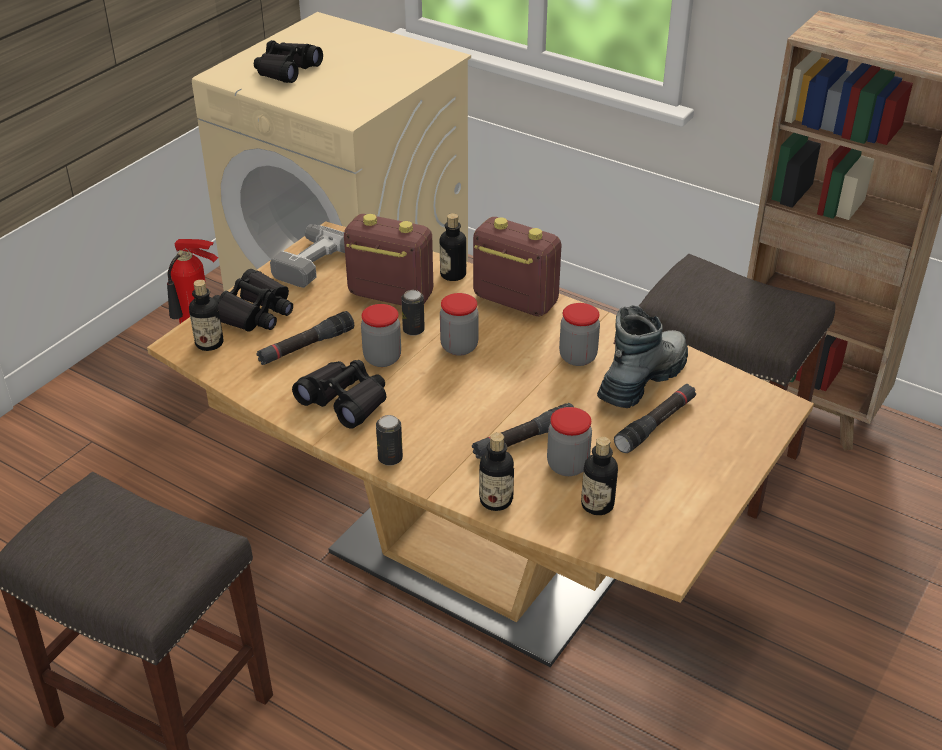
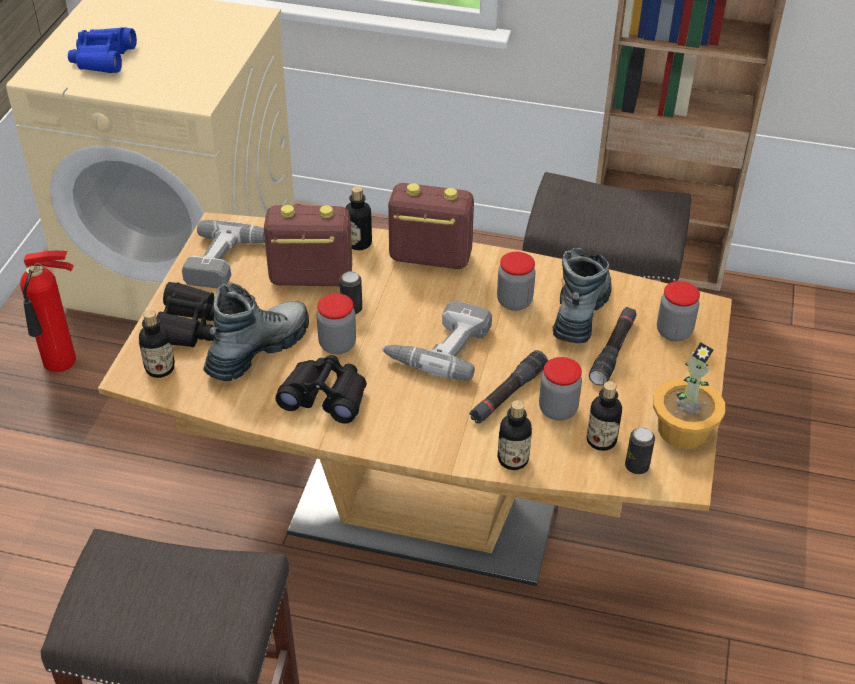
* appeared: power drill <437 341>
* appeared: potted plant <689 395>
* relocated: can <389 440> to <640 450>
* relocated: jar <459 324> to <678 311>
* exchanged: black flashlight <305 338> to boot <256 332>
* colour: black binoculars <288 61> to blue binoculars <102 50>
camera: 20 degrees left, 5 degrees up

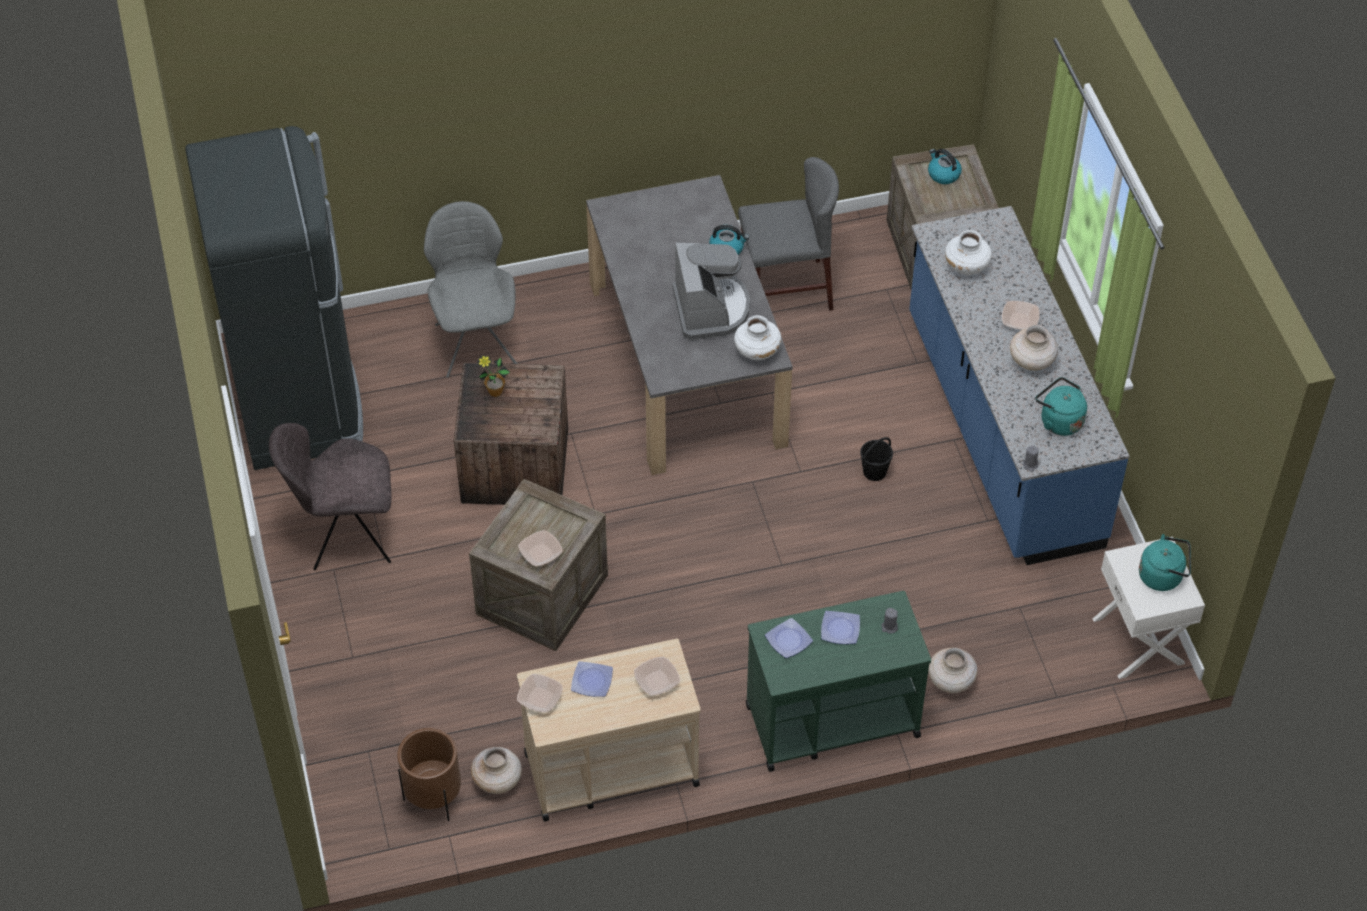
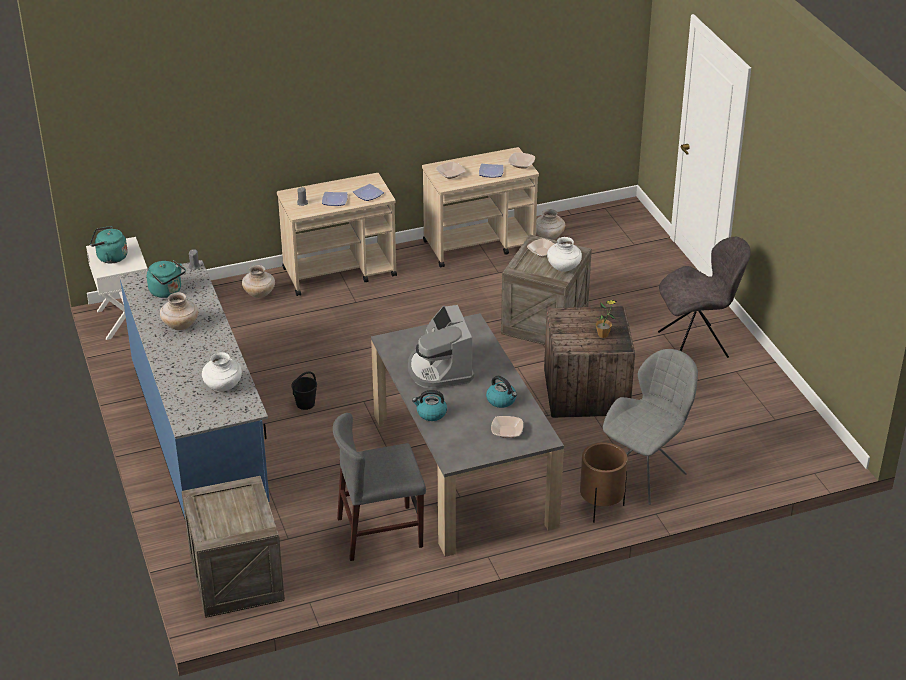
* missing: black fridge <274 298>
* relocated: brown planter <429 775> to <604 482>
* relocated: white vase <757 337> to <564 254>
* relocated: kettle <945 166> to <501 392>
* relocated: bowl <1021 315> to <507 427>
* colour: green cart <838 681> to beige cart <337 234>
* spun: grey chair <471 289> = <650 427> 120 degrees counterclockwise
camera: 175 degrees right, 15 degrees down

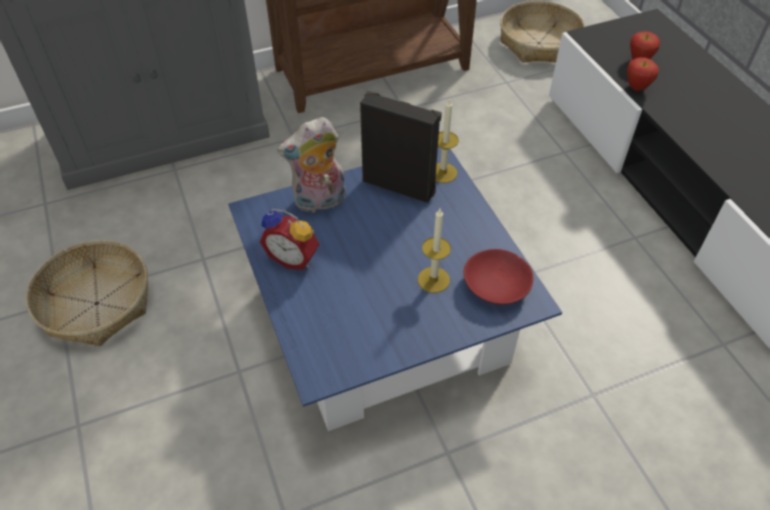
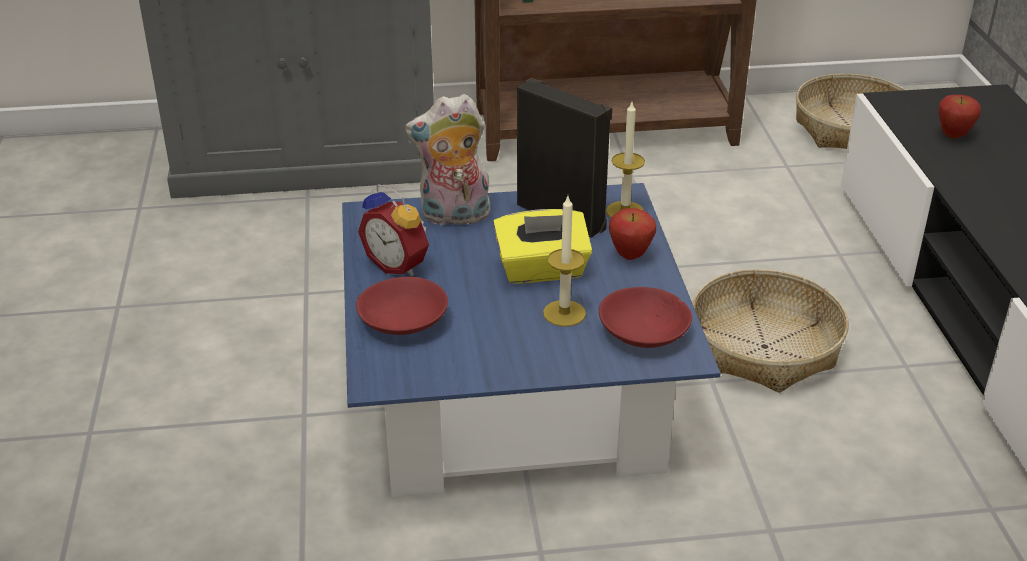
* appeared: red bowl <402 306>
* appeared: yellow tissue box <542 246>
* relocated: basket <87 293> to <770 331>
* relocated: apple <643 74> to <632 234>
camera: 15 degrees right, 15 degrees down

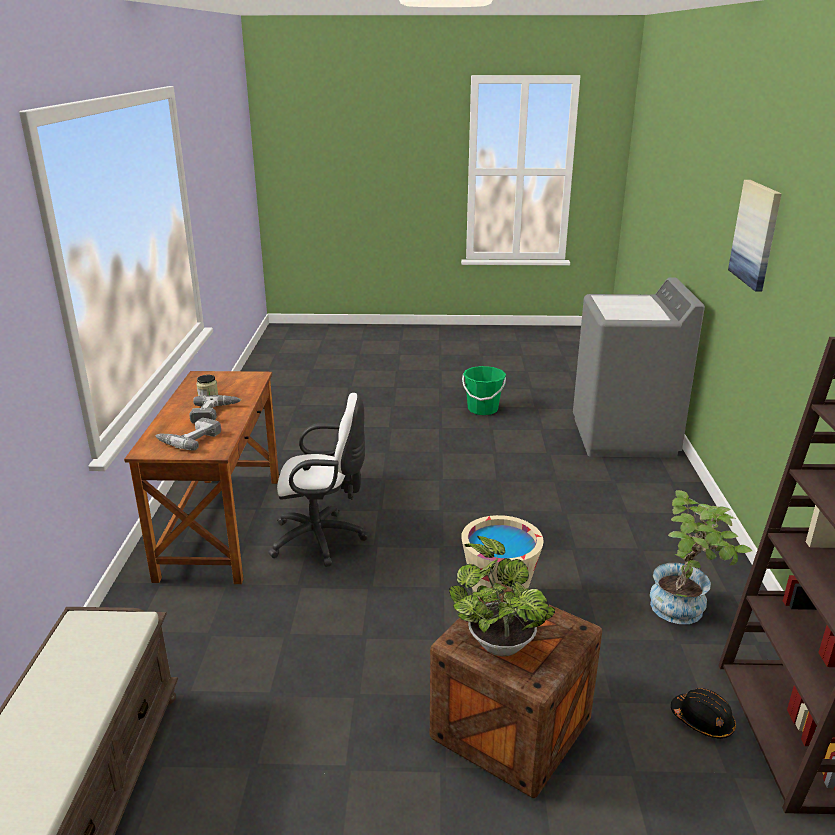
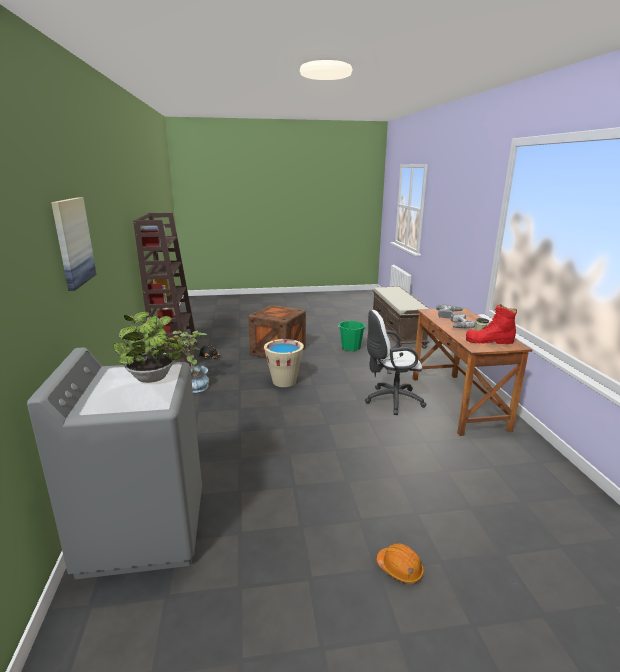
* appeared: orange hard hat <400 563>
* appeared: red boot <491 324>
* relocated: potted plant <502 596> to <149 347>
* relocated: green bucket <484 390> to <352 336>
camera: 170 degrees right, 5 degrees down

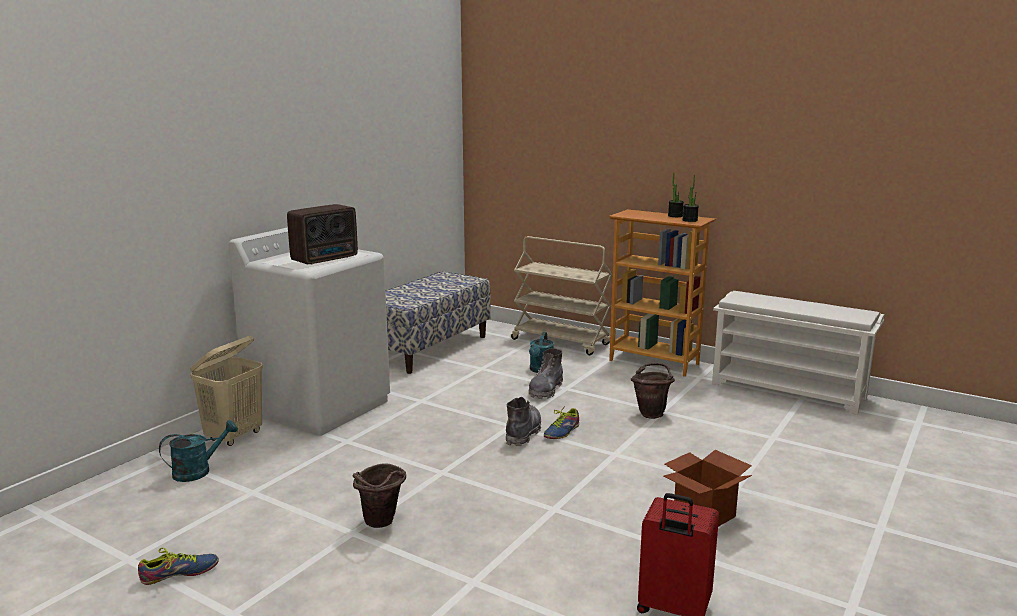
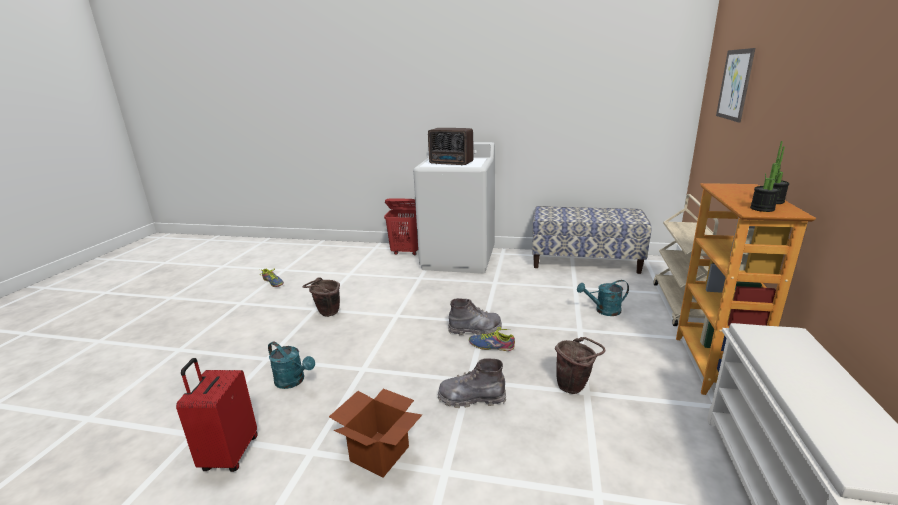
* appeared: picture <735 85>
* relocated: turquoise watering can <198 451> to <291 365>
* relocated: grey boot <545 374> to <472 383>
* colour: beige laundry basket <226 391> to red laundry basket <401 226>
camera: 70 degrees right, 5 degrees up

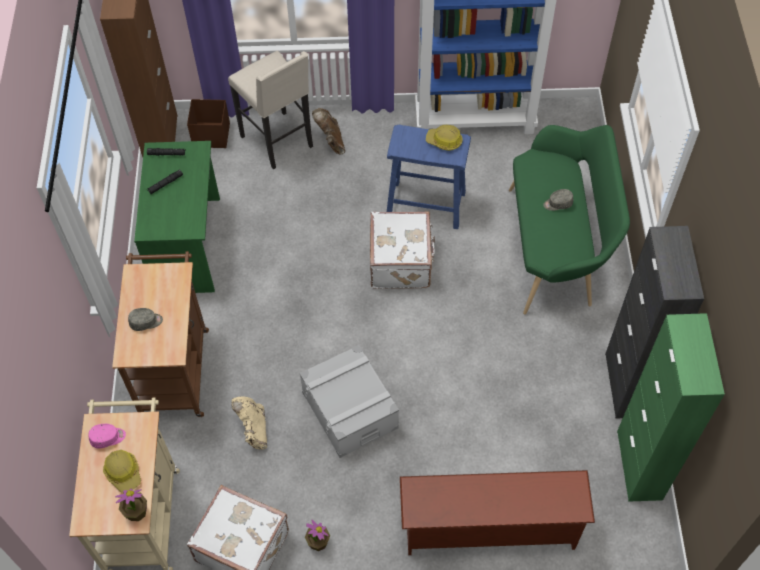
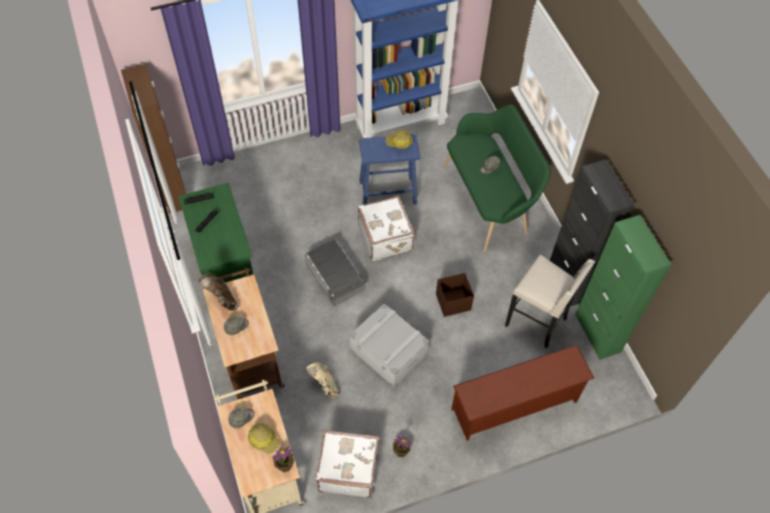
* appeared: grey storage box <335 272>
* relocated: brown storage box <208 123> to <455 295>
* relocated: beige stool <270 110> to <550 301>
* relocated: brown boot <328 131> to <218 292>
* colour: pink cap <107 436> to grey cap <242 418>
camera: 20 degrees left, 0 degrees up

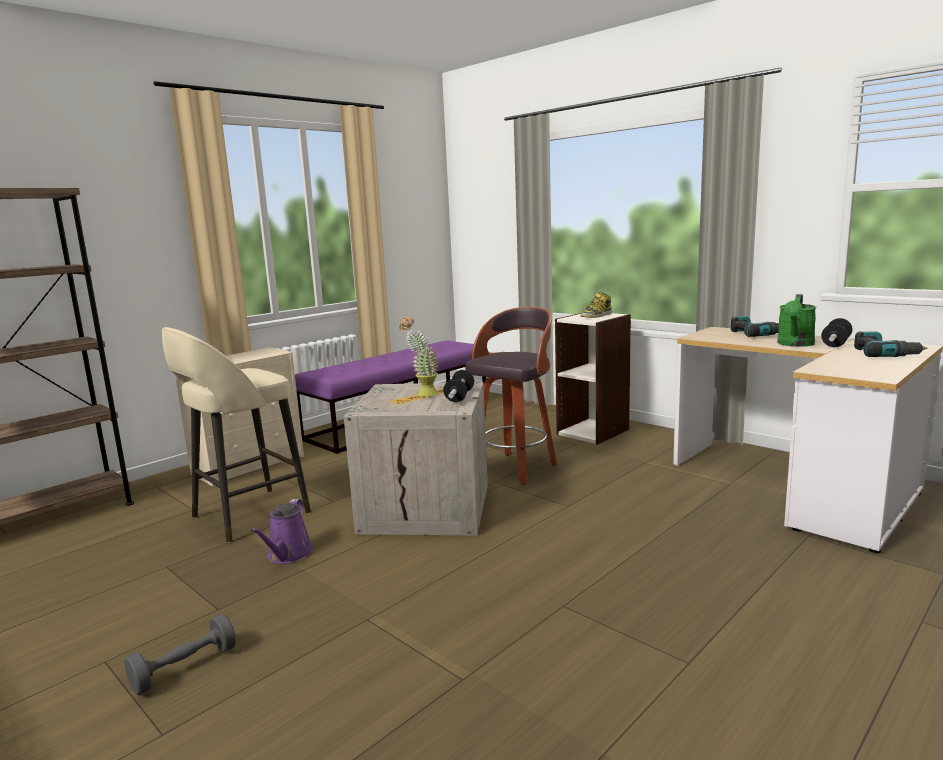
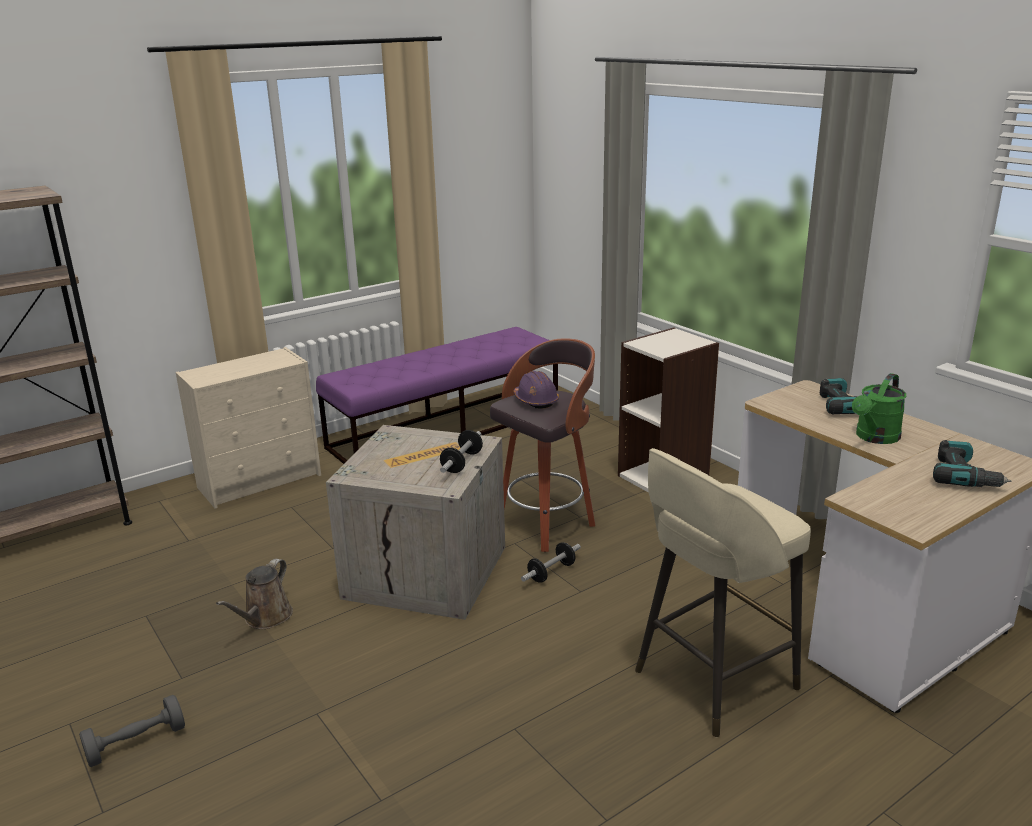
* missing: potted plant <419 357>
* missing: boot <596 305>
* appeared: purple hard hat <536 390>
* relocated: beige stool <236 435> to <723 592>
* relocated: dumbbell <837 332> to <551 562>
* colour: purple watering can <282 531> to brown watering can <254 594>
camera: 10 degrees right, 10 degrees up

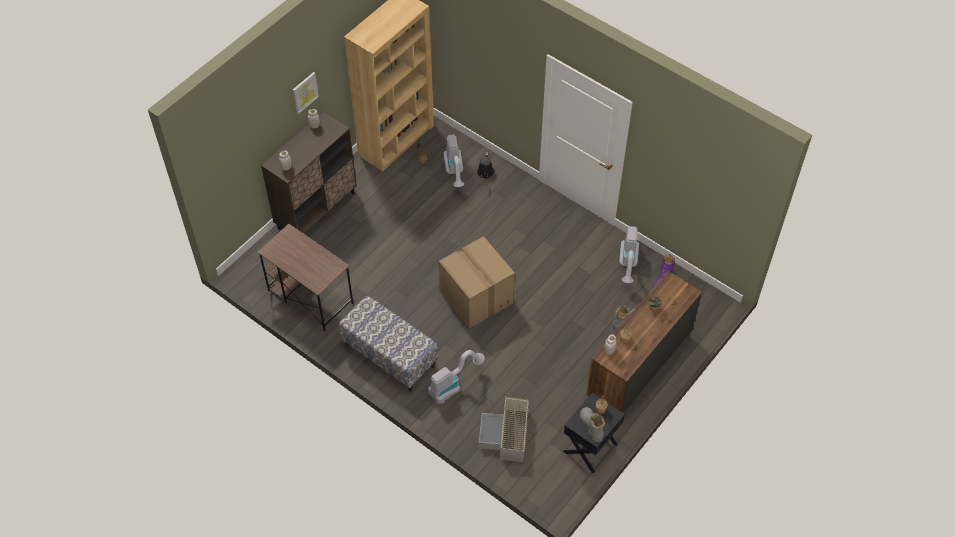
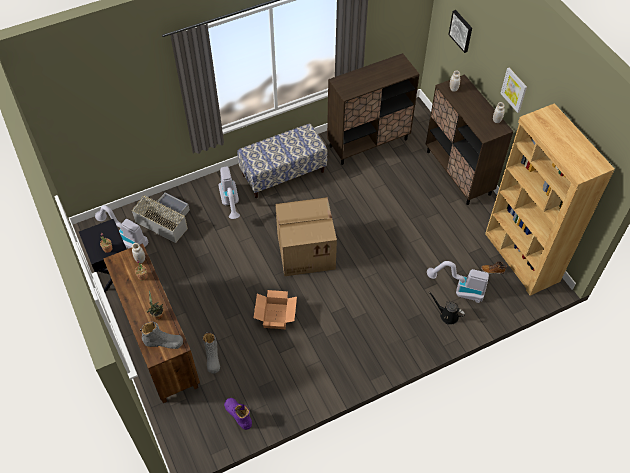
* appeared: cardboard box <275 309>
* appeared: picture <460 31>
* relocated: grey boot <592 424> to <161 335>
* relocated: vacuum cleaner <629 254> to <122 226>
* exchanged: brown desk <305 277> to brown cabinet <373 109>
camera: 115 degrees right, 0 degrees up

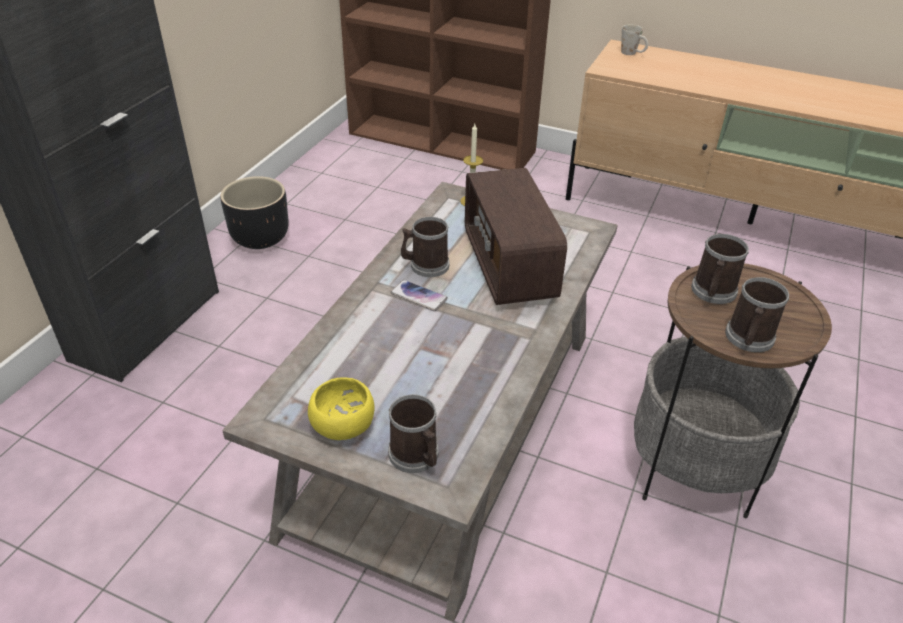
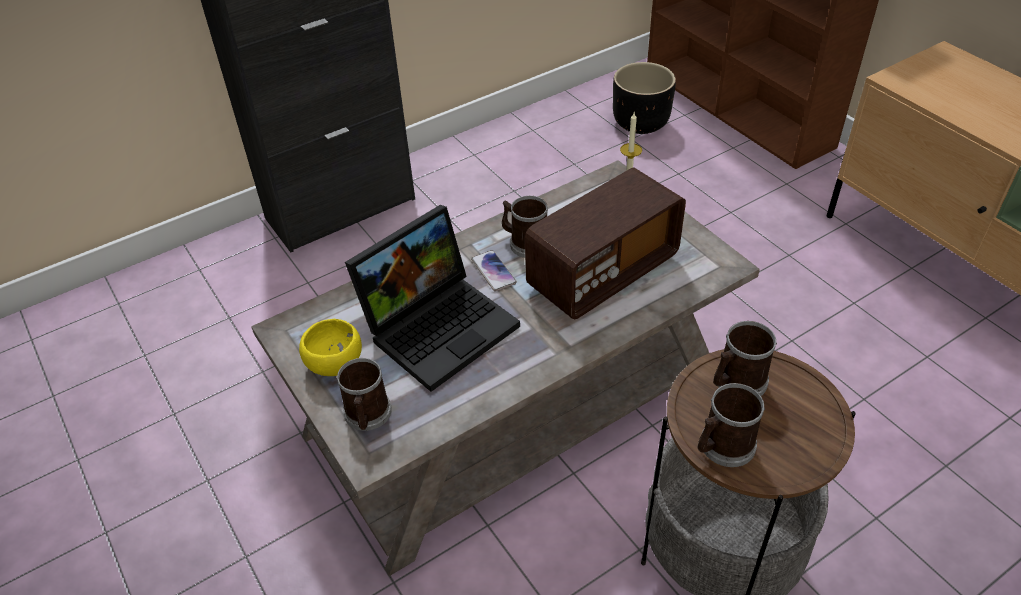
* missing: white mug <634 39>
* appeared: laptop <432 298>
* relocated: black planter <254 212> to <644 98>
* spun: radio <516 236> = <605 243> 150 degrees counterclockwise
camera: 35 degrees right, 5 degrees up

